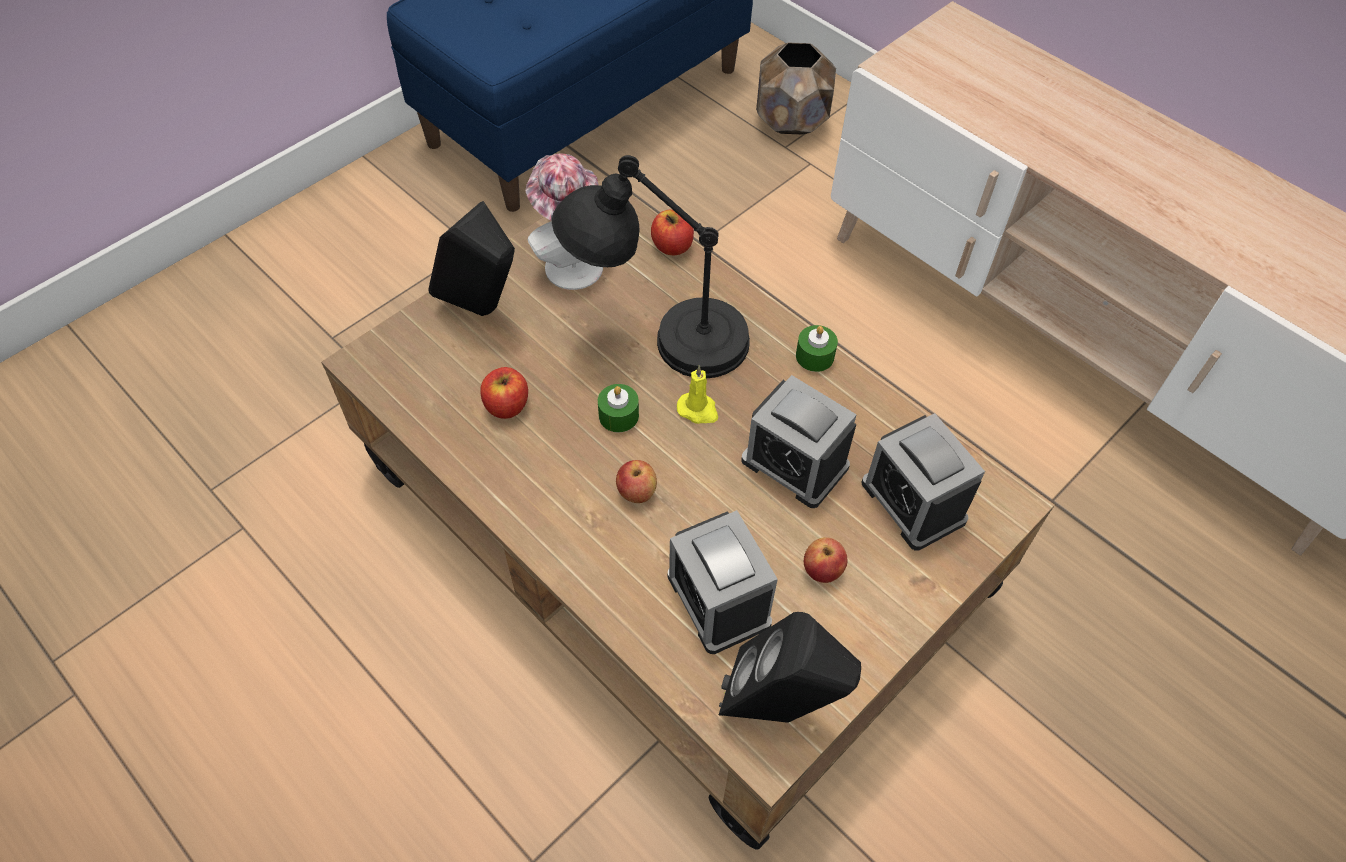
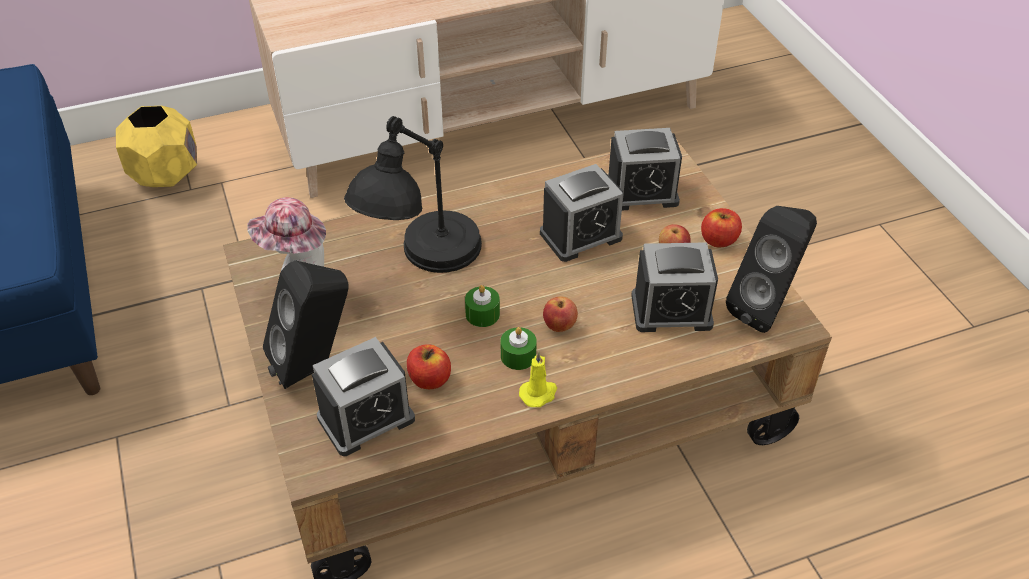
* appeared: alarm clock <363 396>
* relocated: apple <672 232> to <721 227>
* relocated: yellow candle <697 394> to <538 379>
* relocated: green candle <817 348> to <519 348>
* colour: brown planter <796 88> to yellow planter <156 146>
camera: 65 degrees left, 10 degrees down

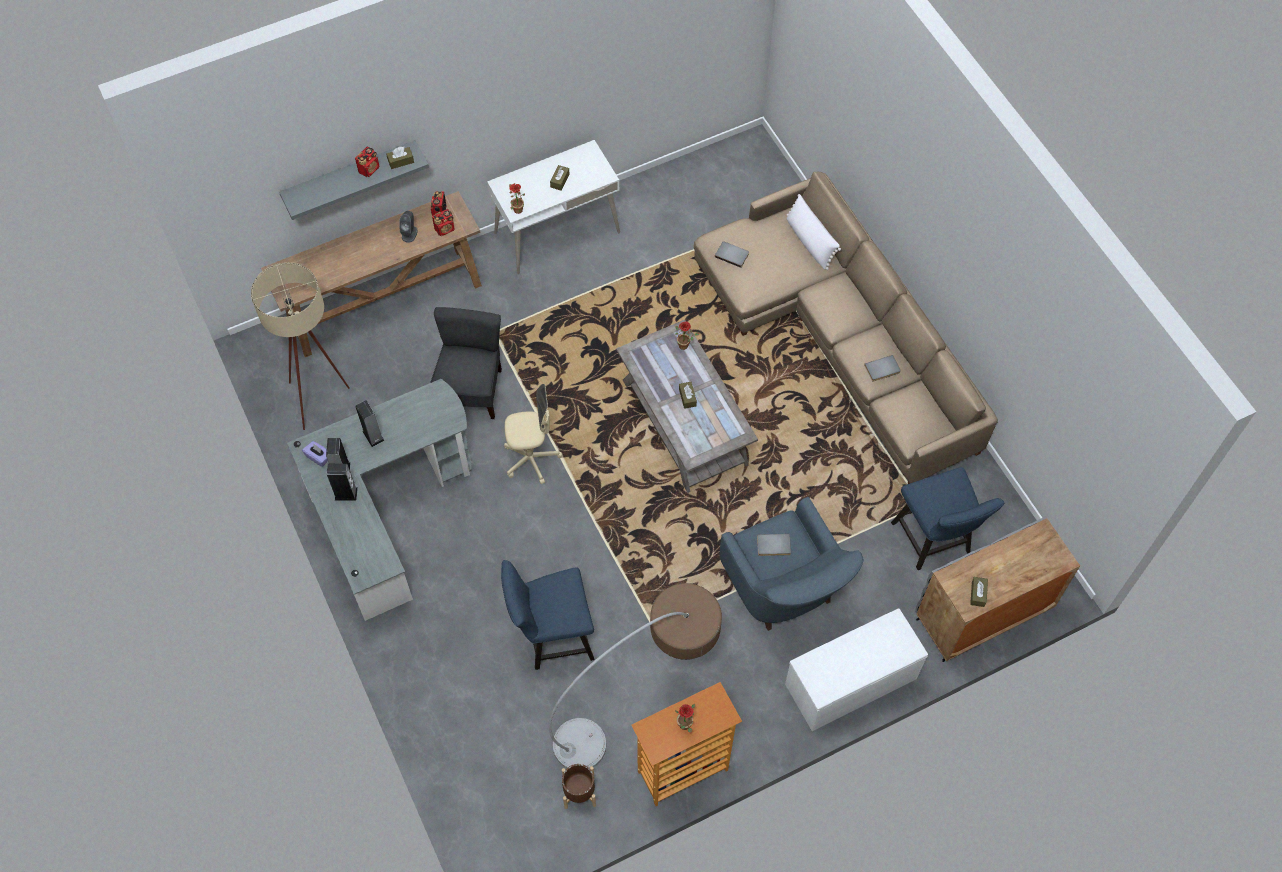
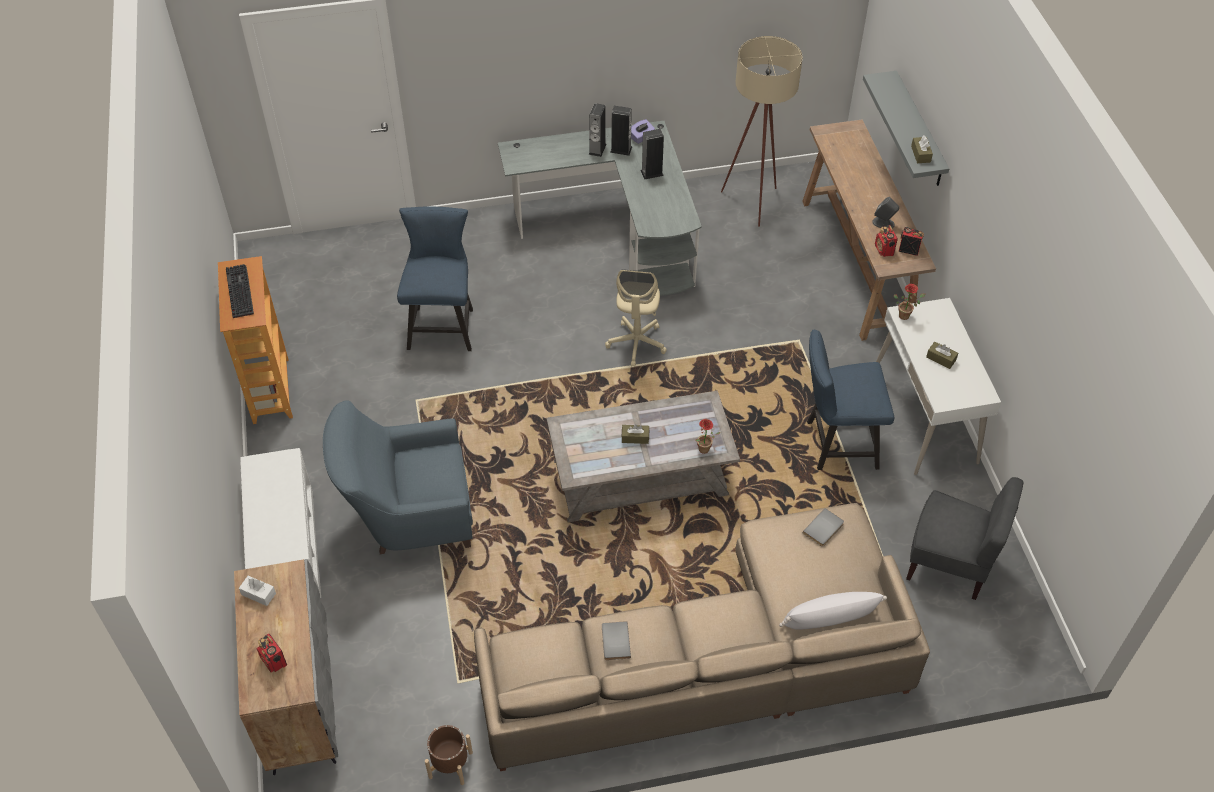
* missing: floor lamp <635 675>
* missing: grey book <774 545>
* relocated: radio <367 161> to <271 652>
* relocated: grey chair <466 363> to <965 538>
* relocated: brown planter <579 786> to <449 755>
* relocated: blue chair <947 518> to <851 400>
* exchanged: potted plant <685 718> to keyboard <240 291>
* colour: brown tissue box <979 592> to white tissue box <257 591>
camera: 105 degrees right, 10 degrees down

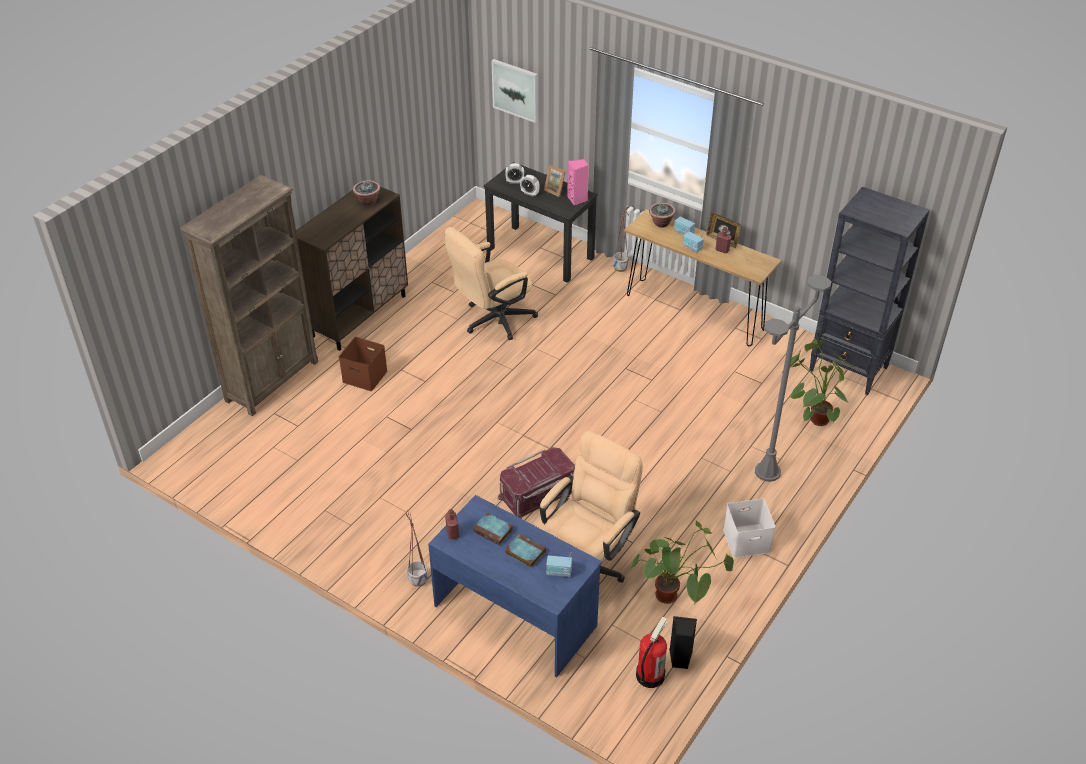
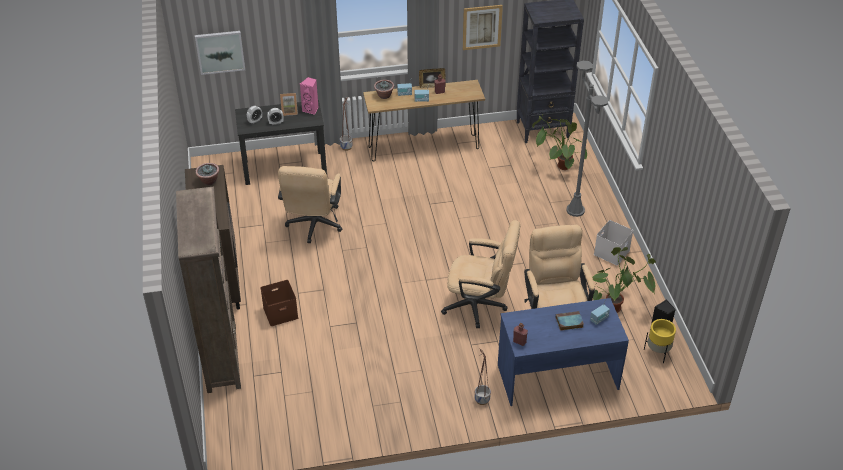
* missing: book <493 529>
* appeared: picture <483 27>
* exchanged: red storage box <536 483> to beige office chair <480 274>
* exchanged: fire extinguisher <651 652> to yellow planter <660 341>
camera: 45 degrees left, 0 degrees up

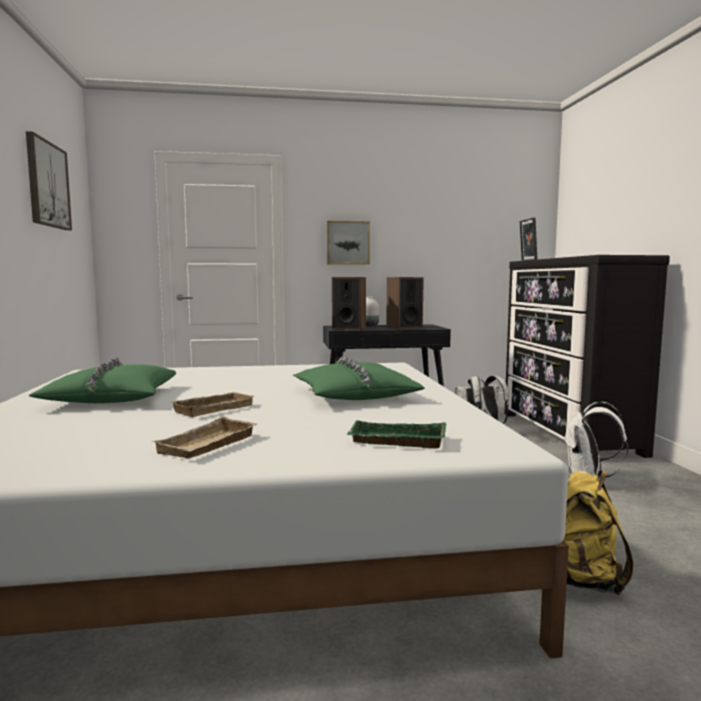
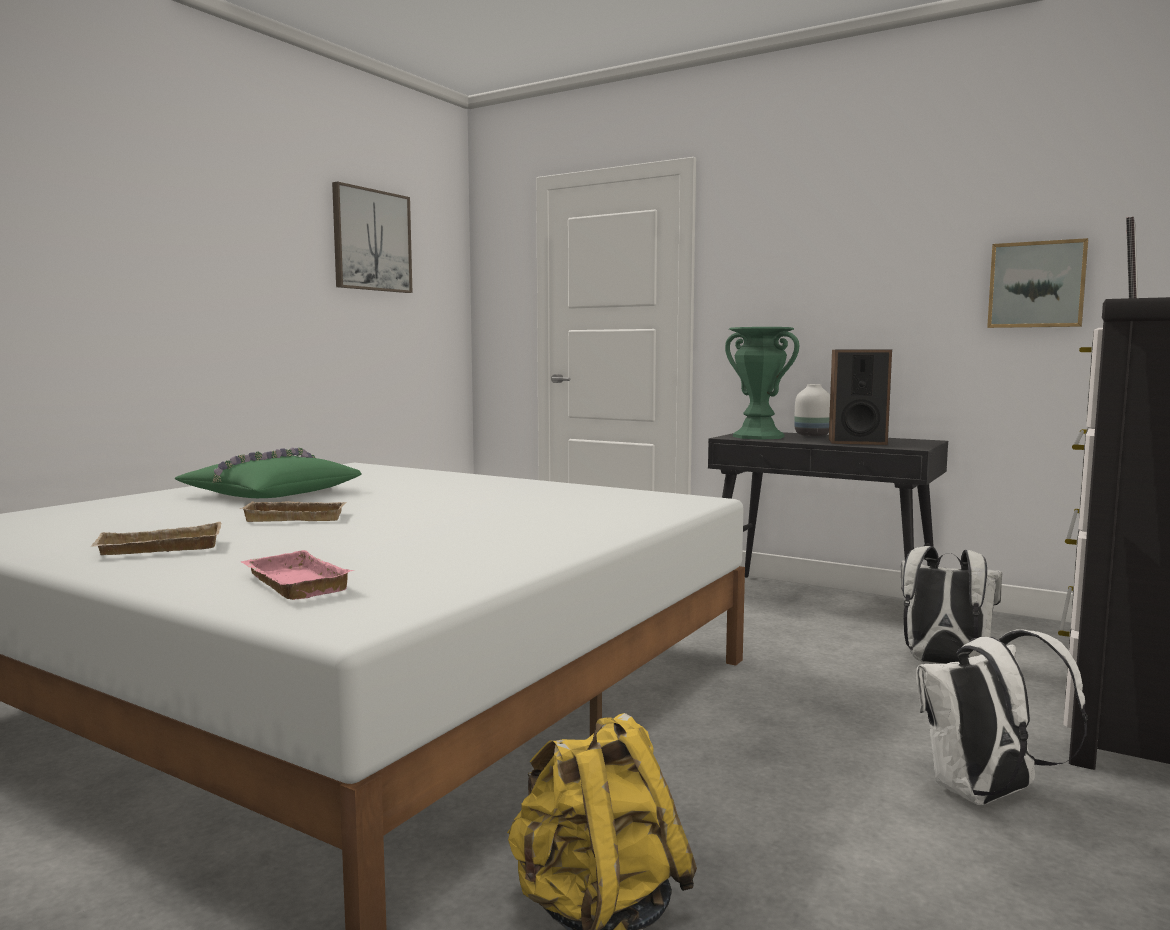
* missing: green pillow <359 378>
* relocated: picture <348 243> to <1037 283>
* exchanged: speaker <349 303> to green vase <762 383>
* colour: green tray <396 434> to pink tray <297 575>
camera: 40 degrees right, 0 degrees up

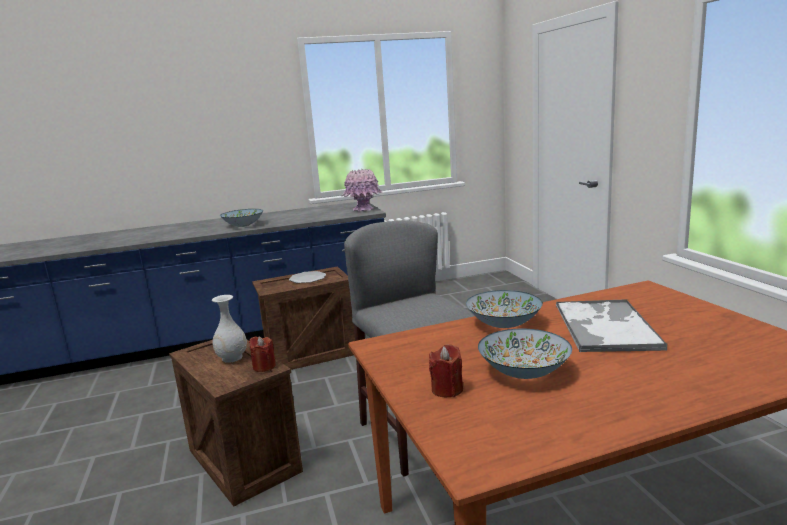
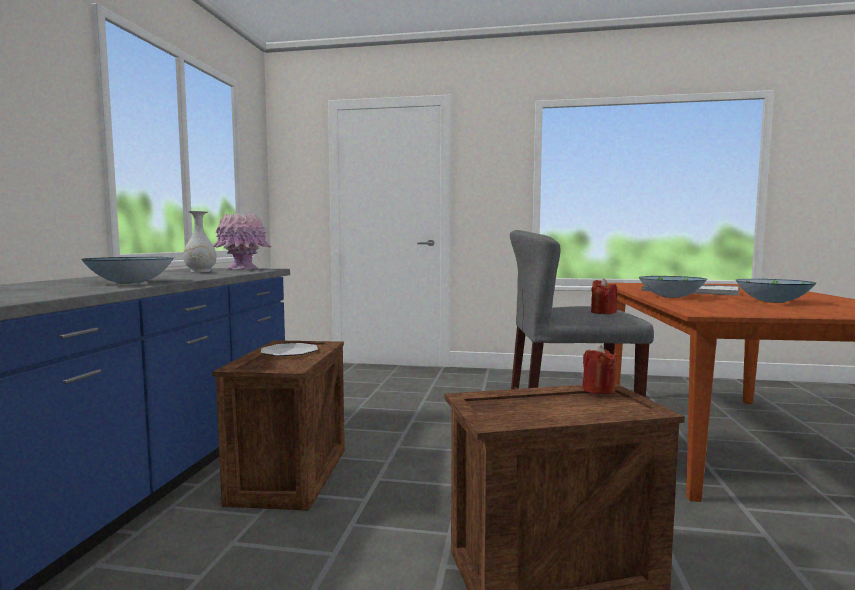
* relocated: white vase <229 329> to <200 241>
* relocated: red candle <446 371> to <604 296>
camera: 65 degrees left, 10 degrees down

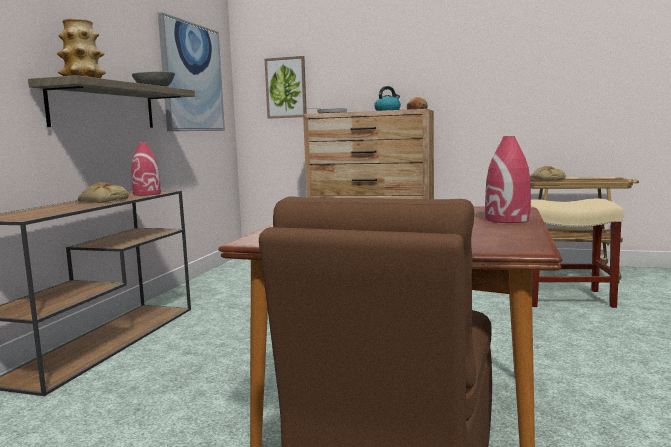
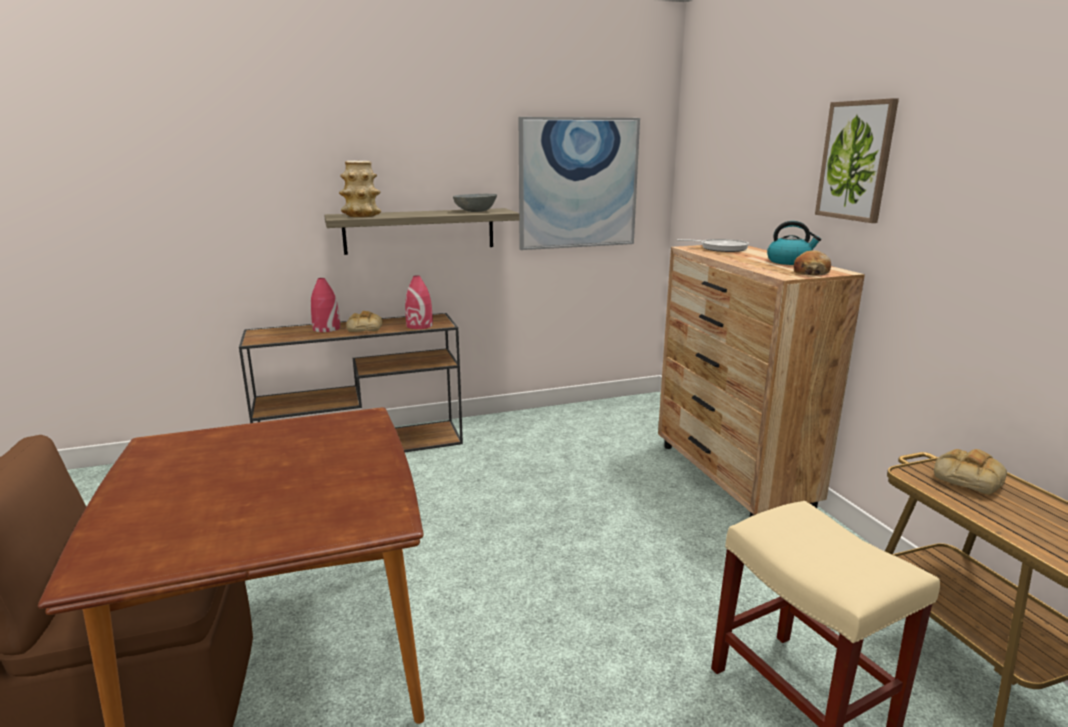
* relocated: picture <286 87> to <857 160>
* relocated: red vase <508 179> to <325 305>
camera: 55 degrees right, 10 degrees up

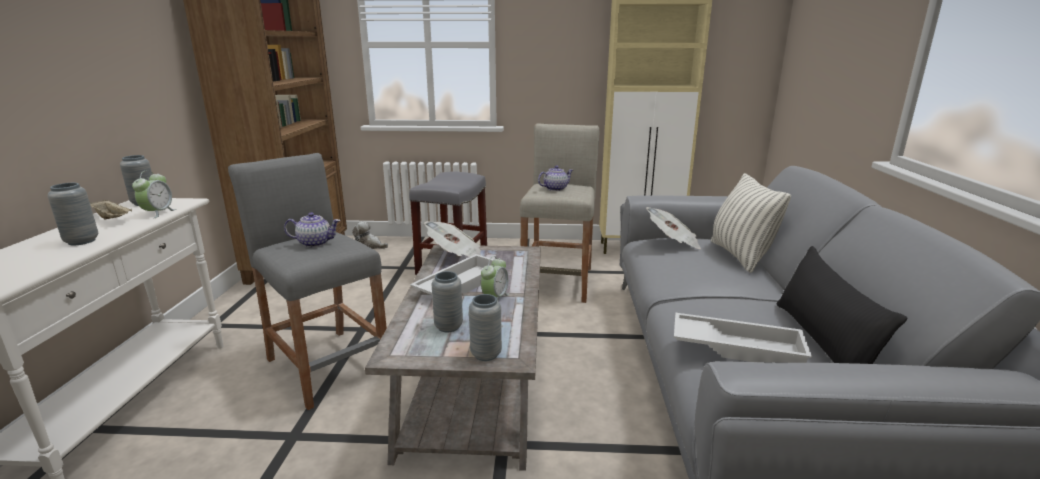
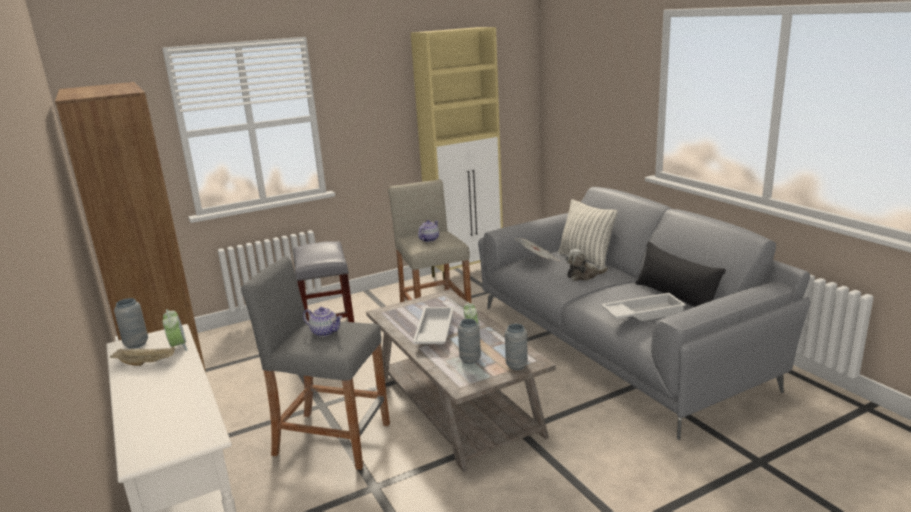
* missing: grey vase <73 214>
* missing: newspaper <452 239>
* relocated: plush toy <370 235> to <586 265>
* spun: teapot <312 229> = <322 322> 60 degrees clockwise
camera: 30 degrees left, 0 degrees up

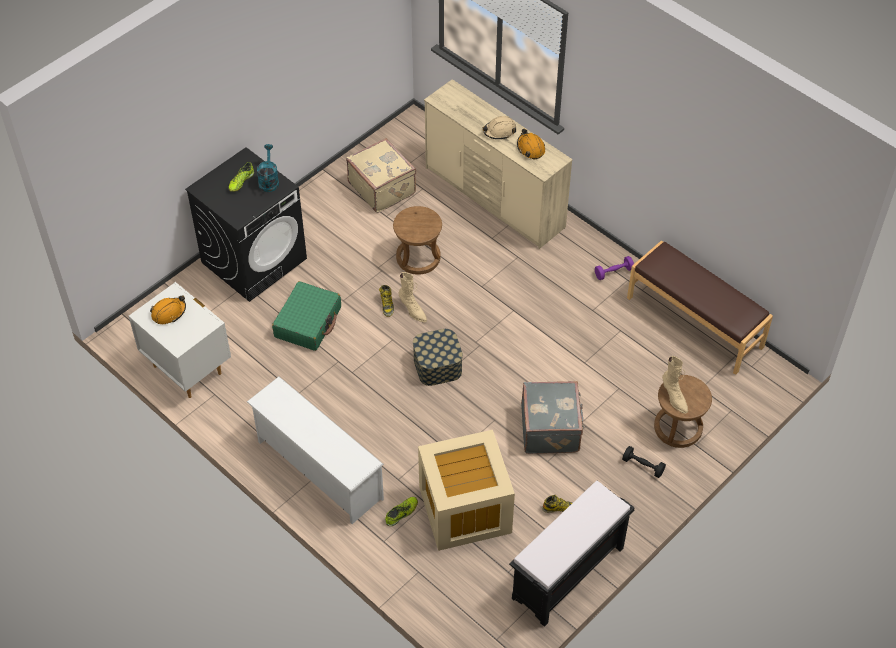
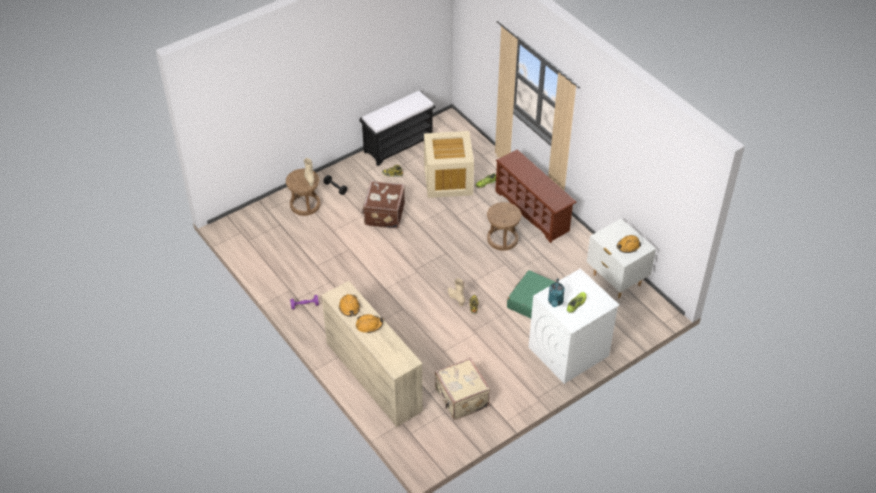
* missing: storage box <438 357>
* missing: brown bench <700 307>
* relocated: brown stool <417 240> to <504 226>
* colour: black washing machine <246 224> to white washing machine <574 326>
* colour: white shoe rack <315 450> to brown shoe rack <536 196>
* colour: beige hard hat <499 127> to orange hard hat <370 323>
* colour: grey suitcase <552 417> to brown suitcase <383 205>
camera: 170 degrees left, 5 degrees down

